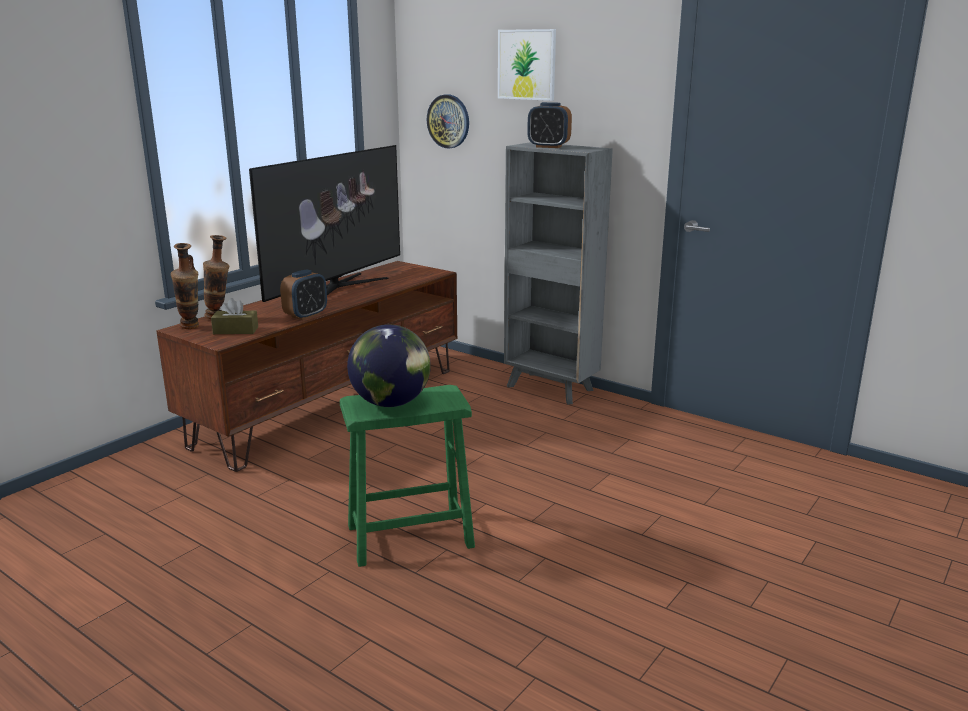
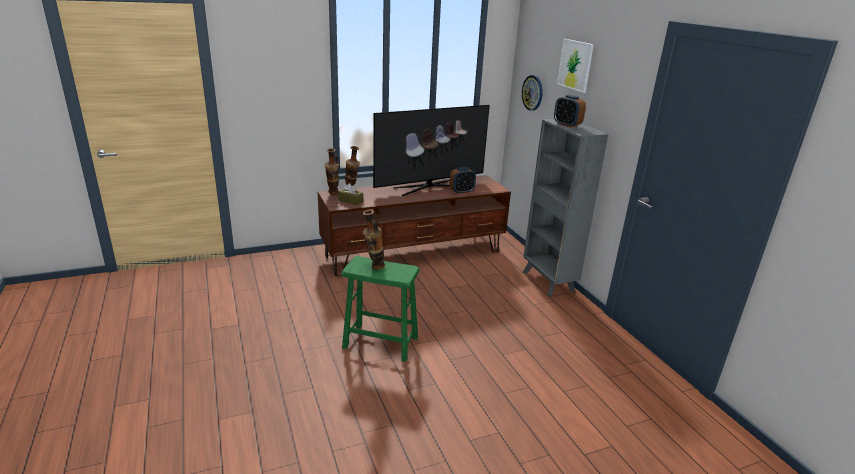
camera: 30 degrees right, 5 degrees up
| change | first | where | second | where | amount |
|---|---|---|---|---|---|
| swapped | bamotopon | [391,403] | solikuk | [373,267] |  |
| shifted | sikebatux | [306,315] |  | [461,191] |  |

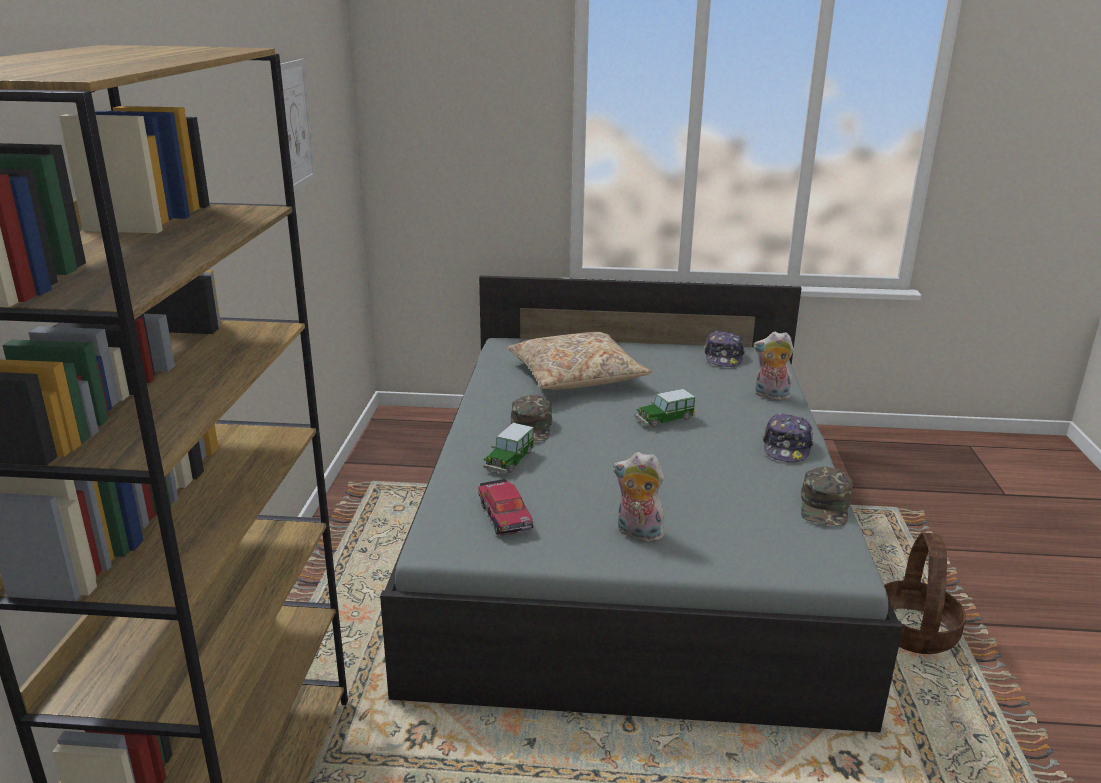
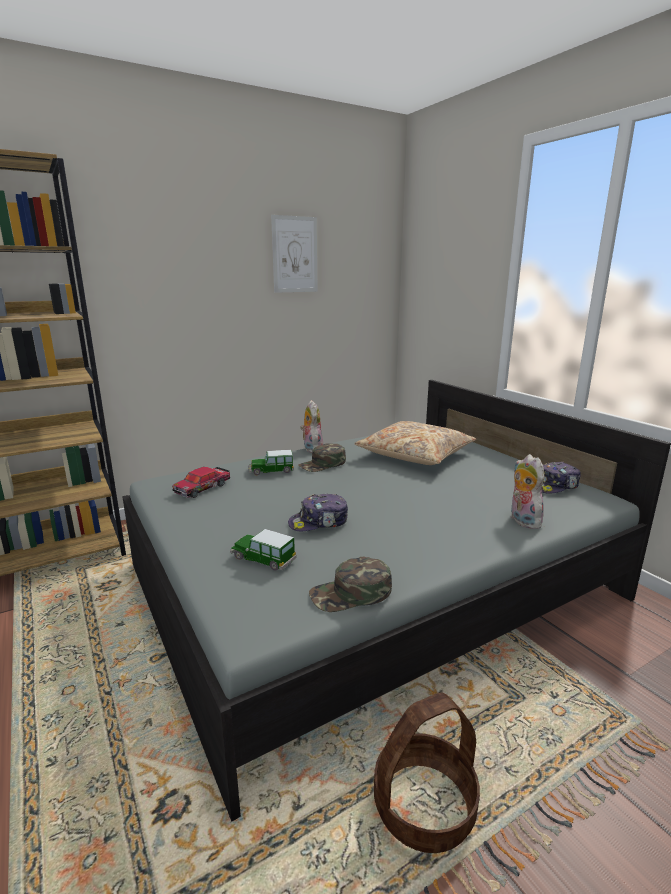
camera: 55 degrees right, 5 degrees down
| change | first | where | second | where | amount |
|---|---|---|---|---|---|
| shifted | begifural | [664,419] |  | [263,558] |  |
| shifted | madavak | [787,447] |  | [319,522] |  |
| shifted | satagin | [637,534] |  | [311,449] |  |

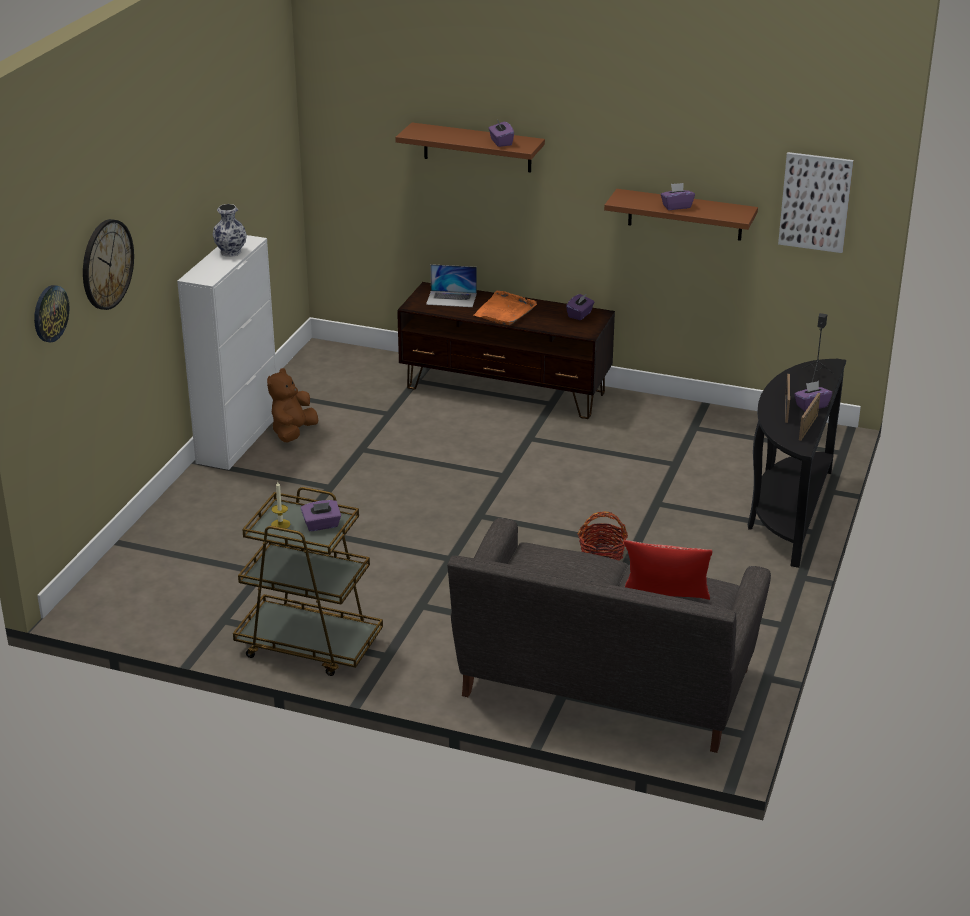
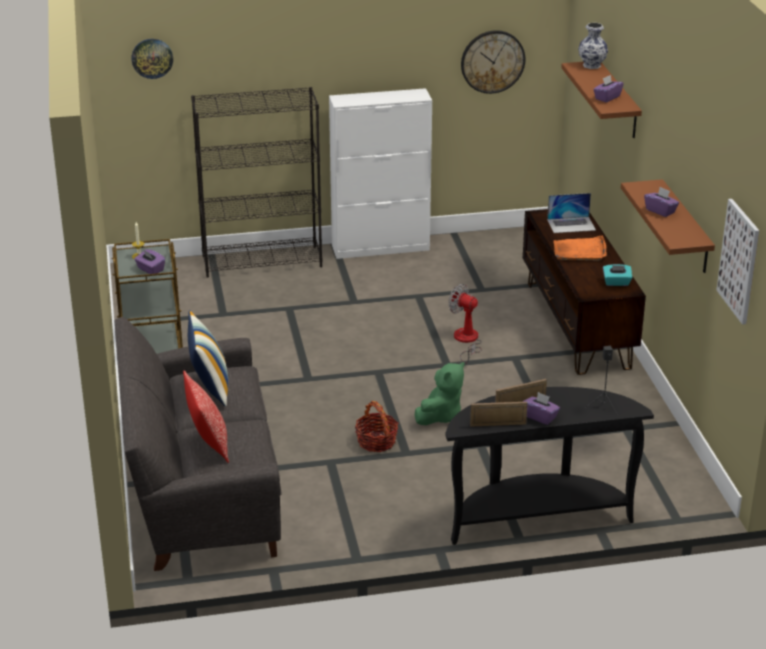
camera: 60 degrees right, 0 degrees up
| change | first | where | second | where | amount |
|---|---|---|---|---|---|
| new |  |  | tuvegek | [209,387] |  |
| new |  |  | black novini | [262,261] |  |
| new |  |  | green satagin | [440,416] |  |
| new |  |  | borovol | [466,341] |  |
| shifted | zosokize | [106,264] |  | [492,61] |  |
| rotated | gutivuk | [451,299] |  | [571,225] | 75 degrees counterclockwise |
| shifted | solikuk | [230,252] |  | [591,65] |  |
| repainted | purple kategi | [580,315] | turquoise kategi | [616,283] |  |
| gone | brown satagin | [293,433] |  |  |  |

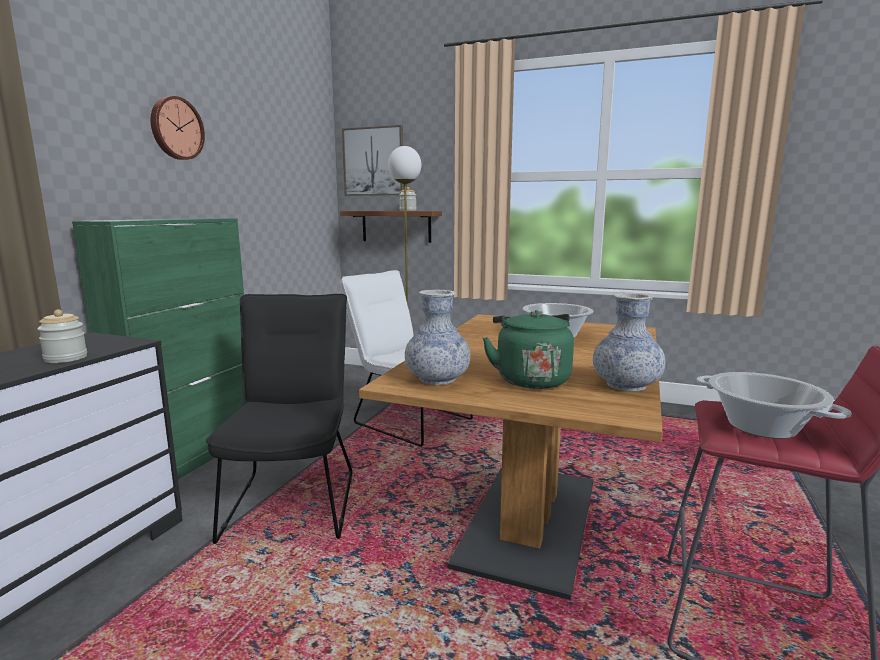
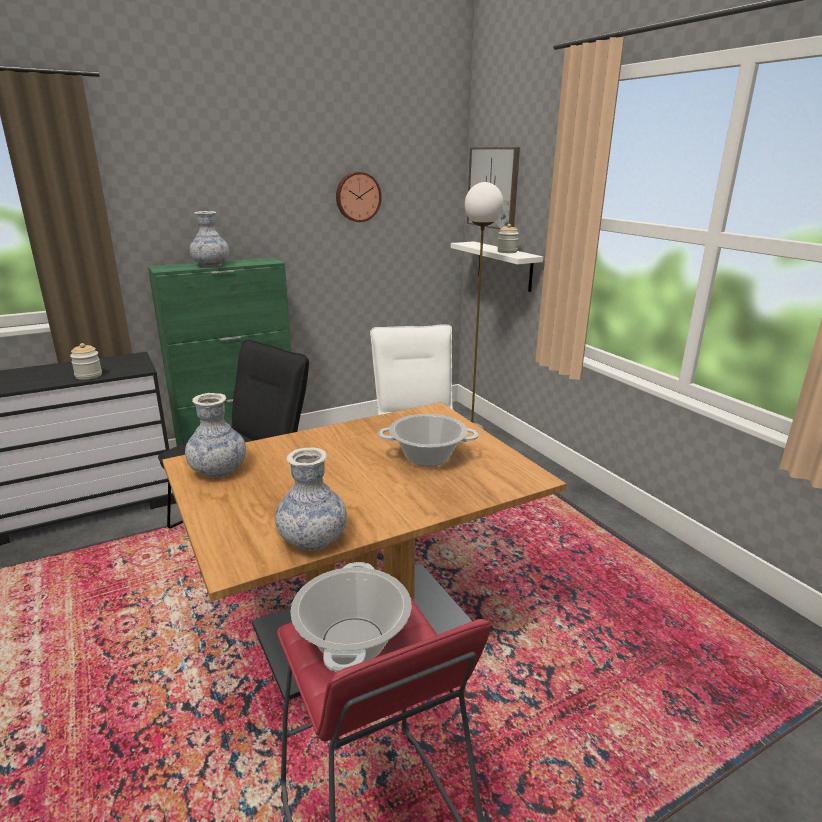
camera: 40 degrees right, 10 degrees up
| change | first | where | second | where | amount |
|---|---|---|---|---|---|
| new |  |  | solikuk | [211,265] |  |
| shifted | zosokize | [176,128] |  | [357,197] |  |
| repainted | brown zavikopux | [396,226] | white zavikopux | [504,266] |  |
| gone | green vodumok | [530,379] |  |  |  |

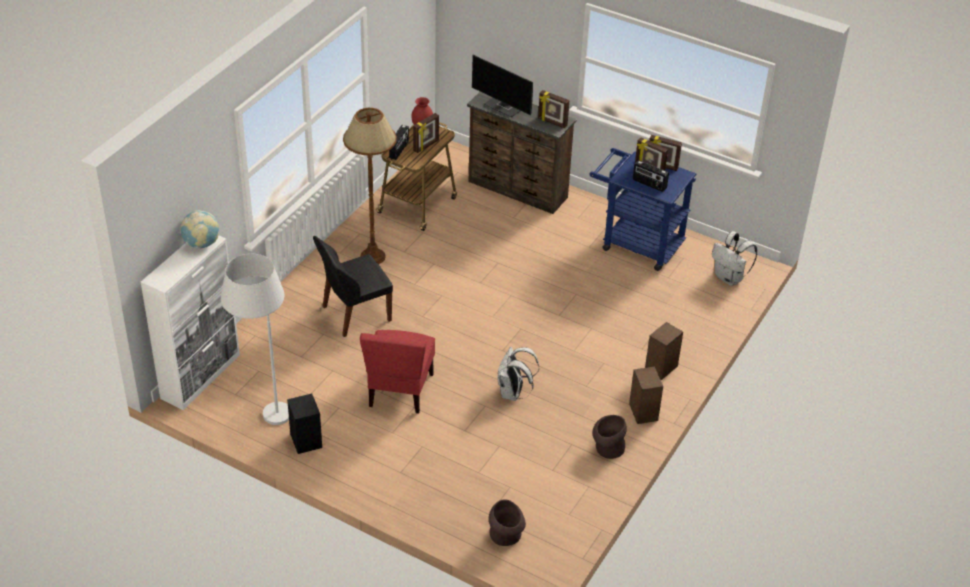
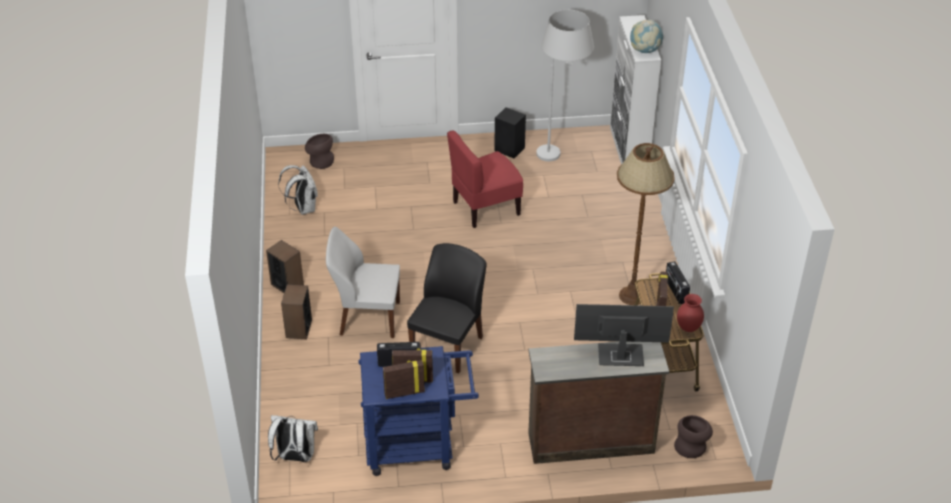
camera: 145 degrees right, 0 degrees up
| change | first | where | second | where | amount |
|---|---|---|---|---|---|
| shifted | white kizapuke | [513,393] |  | [303,208] |  |
| new |  |  | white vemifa | [367,318] |  |
| shifted | black vemifa | [354,314] |  | [448,345] |  |
| rotated | red vemifa | [399,390] |  | [485,208] | 90 degrees counterclockwise |
| shifted | brown solikuk | [607,449] |  | [691,446] |  |
| gone | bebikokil | [552,122] |  |  |  |

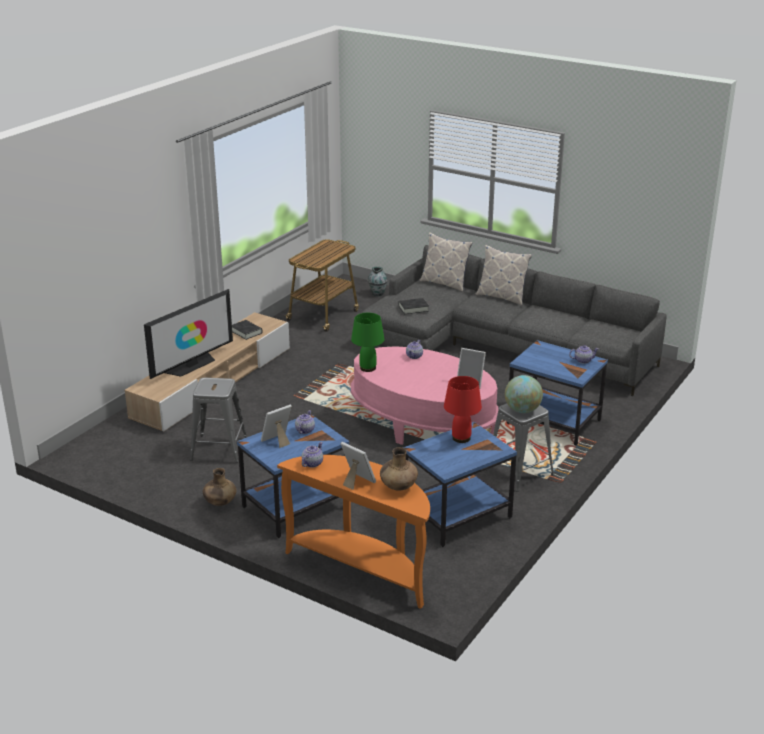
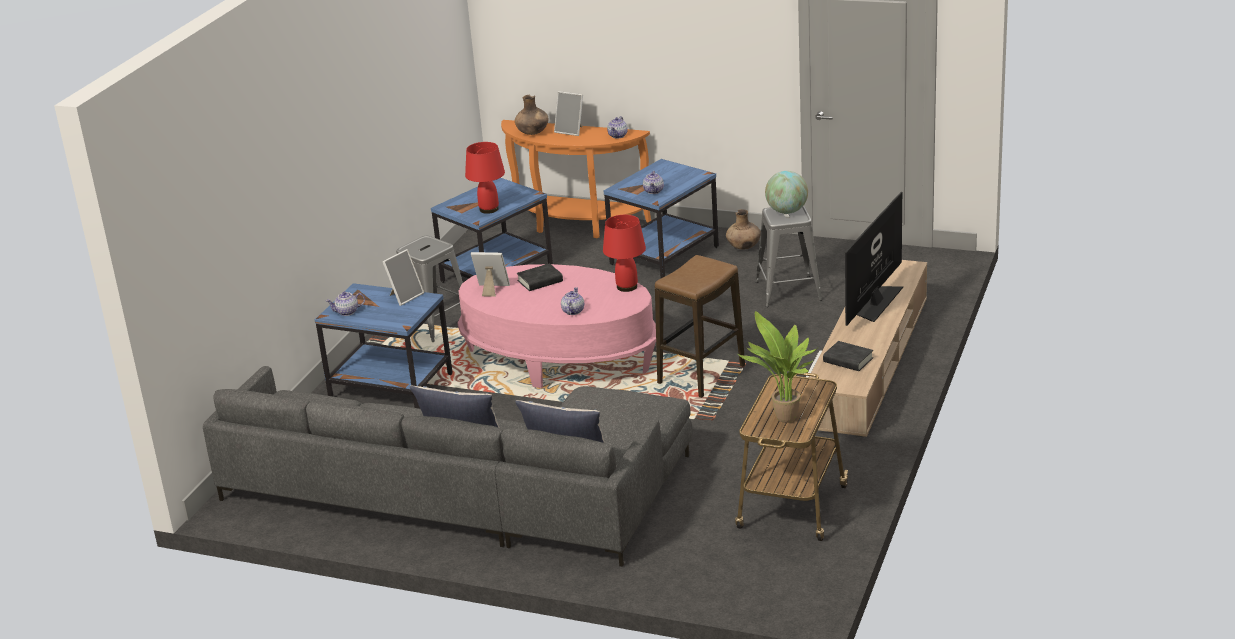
camera: 170 degrees right, 0 degrees up
| change | first | where | second | where | amount |
|---|---|---|---|---|---|
| shifted | bebikokil | [277,441] |  | [405,296] |  |
| shifted | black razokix | [413,308] |  | [540,281] |  |
| repainted | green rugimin | [368,368] | red rugimin | [626,287] |  |
| new |  |  | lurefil | [701,374] |  |
| new |  |  | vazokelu | [783,419] |  |
| shifted | bamotopon | [522,410] |  | [787,211] |  |
| gone | solikuk | [377,293] |  |  |  |

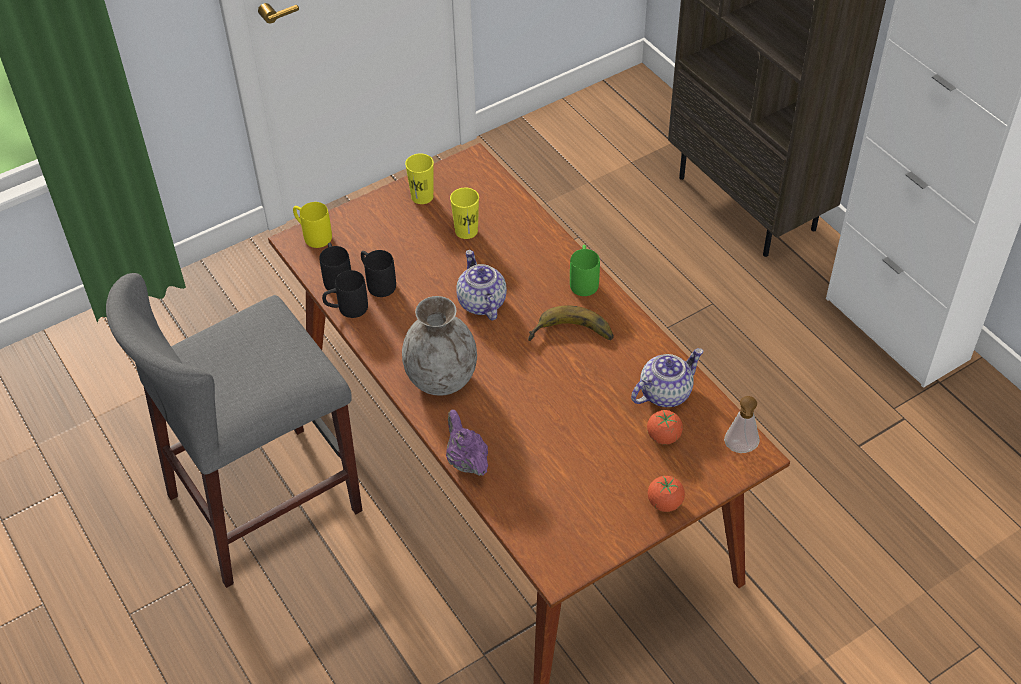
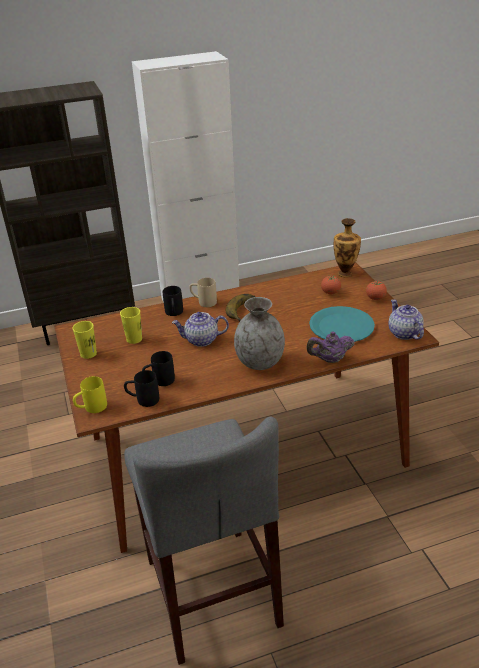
camera: 75 degrees left, 15 degrees down
| change | first | where | second | where | amount |
|---|---|---|---|---|---|
| shifted | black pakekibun | [346,309] |  | [174,313] |  |
| repainted | green pakekibun | [584,280] | beige pakekibun | [203,302] |  |
| new |  |  | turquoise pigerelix | [341,326] |  |
| swapped | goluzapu | [740,450] | solikuk | [345,273] |  |
| shifted | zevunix | [665,392] |  | [403,333] |  |

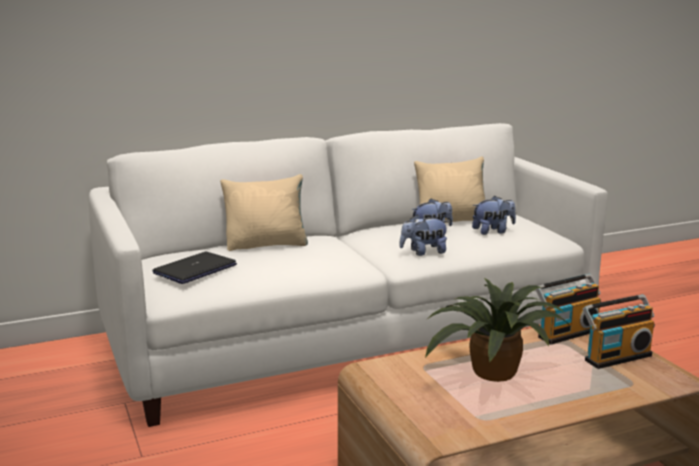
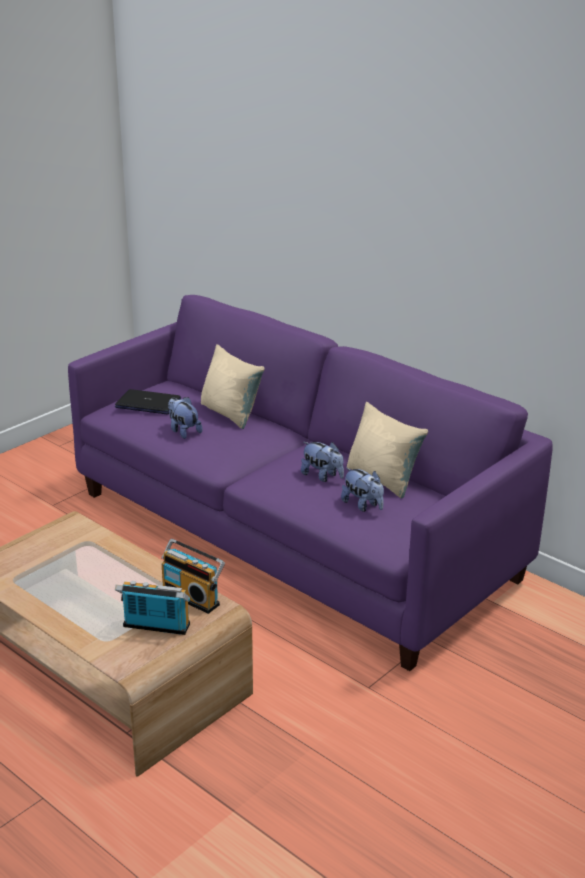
camera: 65 degrees right, 10 degrees up
| change | first | where | second | where | amount |
|---|---|---|---|---|---|
| repainted | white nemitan | [349,337] | purple nemitan | [293,534] |  |
| rotated | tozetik | [615,356] |  | [155,627] | 150 degrees clockwise |
| shifted | satagin | [423,252] |  | [183,431] |  |
| gone | vazokelu | [492,374] |  |  |  |

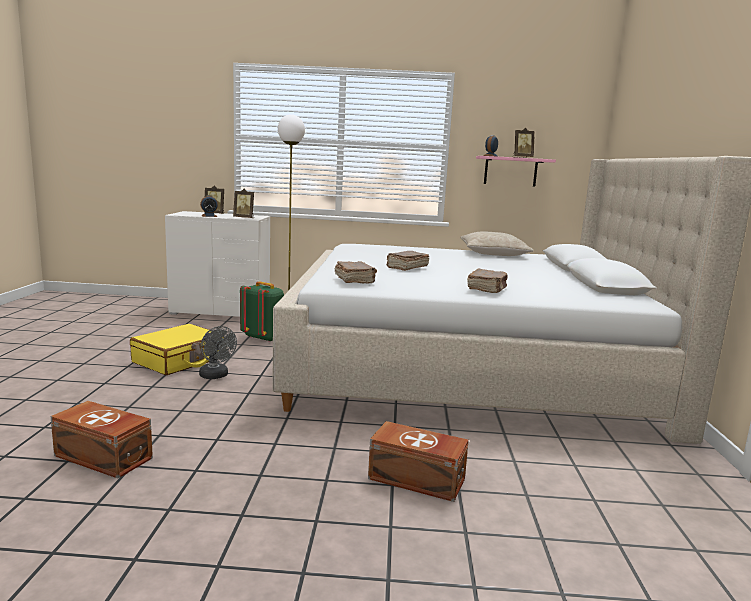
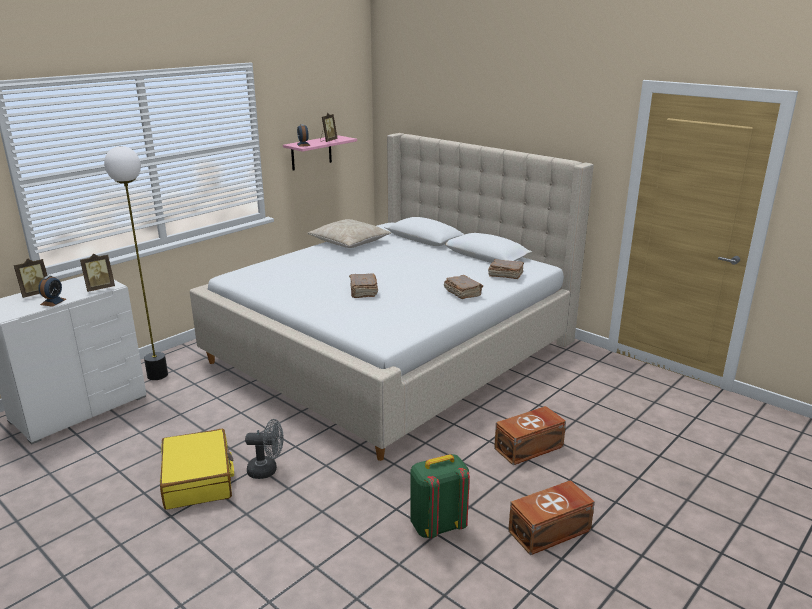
camera: 50 degrees left, 10 degrees up
| change | first | where | second | where | amount |
|---|---|---|---|---|---|
| shifted | green kizapuke | [264,338] |  | [437,526] |  |
| shifted | brown razokix | [354,281] |  | [505,275] |  |
| shifted | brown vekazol | [103,458] |  | [551,531] |  |

